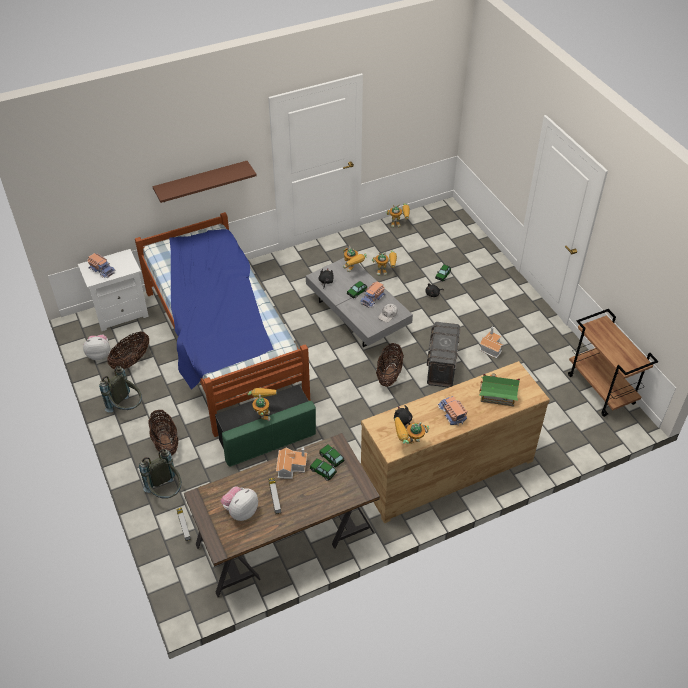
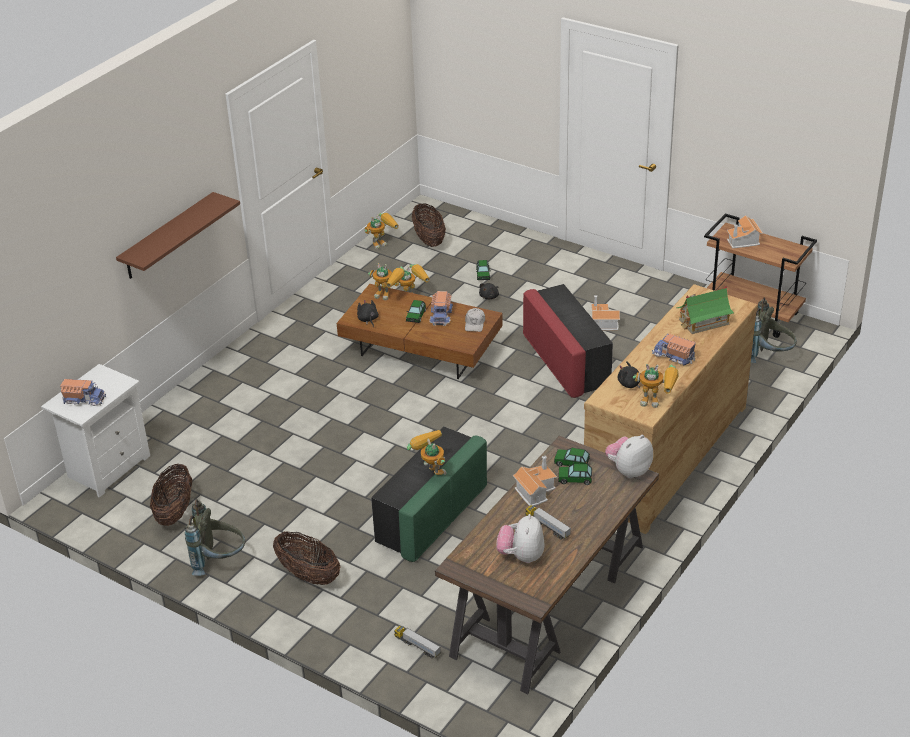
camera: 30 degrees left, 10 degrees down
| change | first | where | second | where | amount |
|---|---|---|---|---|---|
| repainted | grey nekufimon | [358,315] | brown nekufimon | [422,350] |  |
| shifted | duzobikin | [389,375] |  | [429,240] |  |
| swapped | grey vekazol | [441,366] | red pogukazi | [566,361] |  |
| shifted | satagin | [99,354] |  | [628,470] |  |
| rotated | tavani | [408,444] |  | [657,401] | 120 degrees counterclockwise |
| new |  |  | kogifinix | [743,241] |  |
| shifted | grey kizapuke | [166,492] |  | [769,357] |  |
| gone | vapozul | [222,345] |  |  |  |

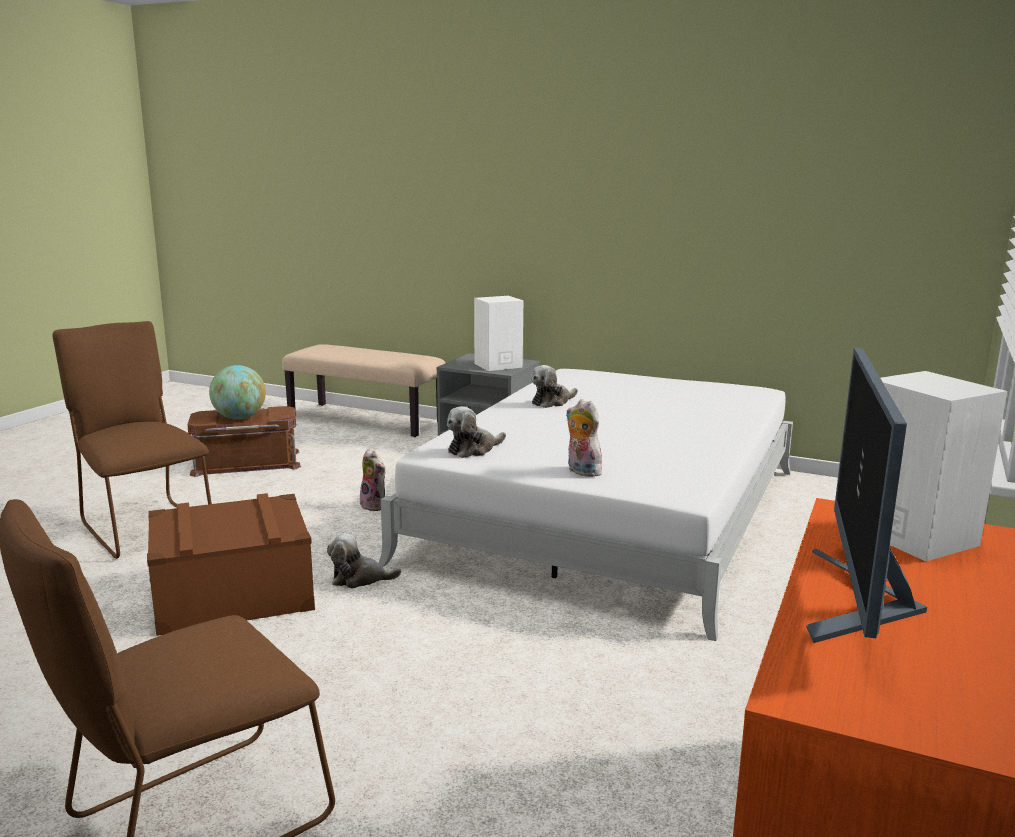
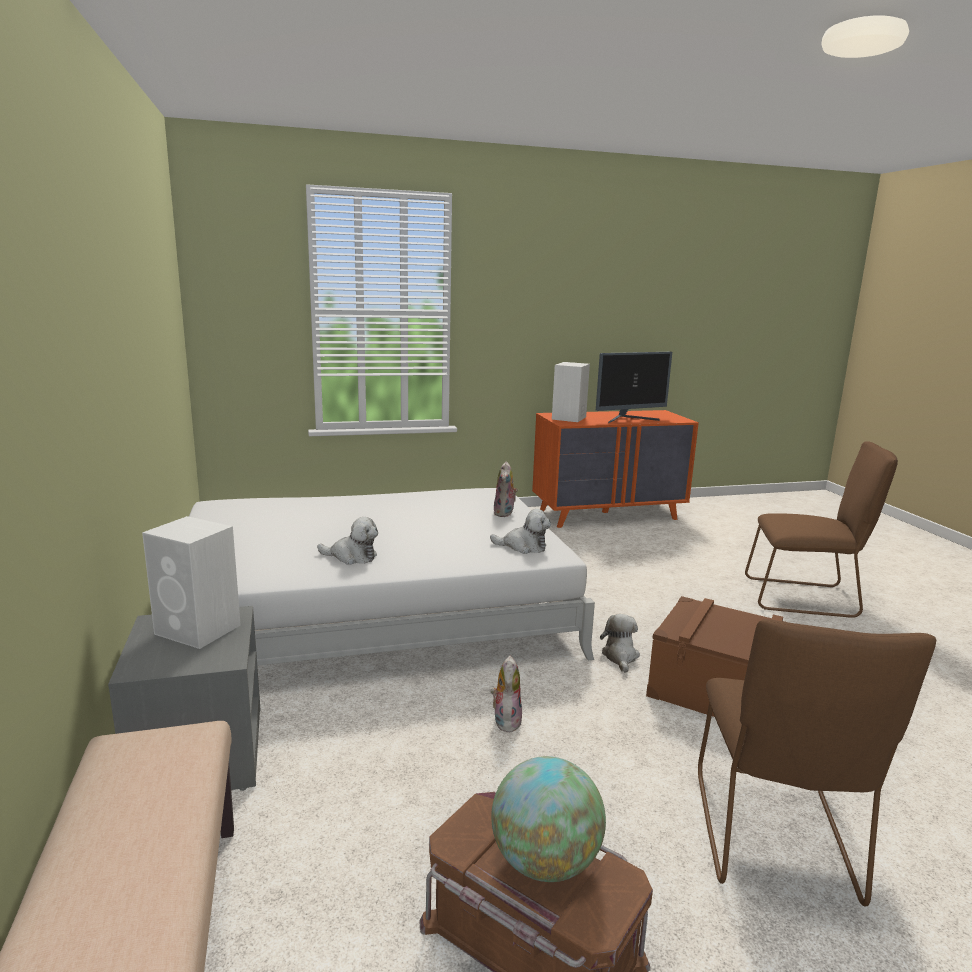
camera: 130 degrees left, 0 degrees up
| change | first | where | second | where | amount |
|---|---|---|---|---|---|
| rotated | satagin | [359,578] |  | [620,656] | 135 degrees counterclockwise |

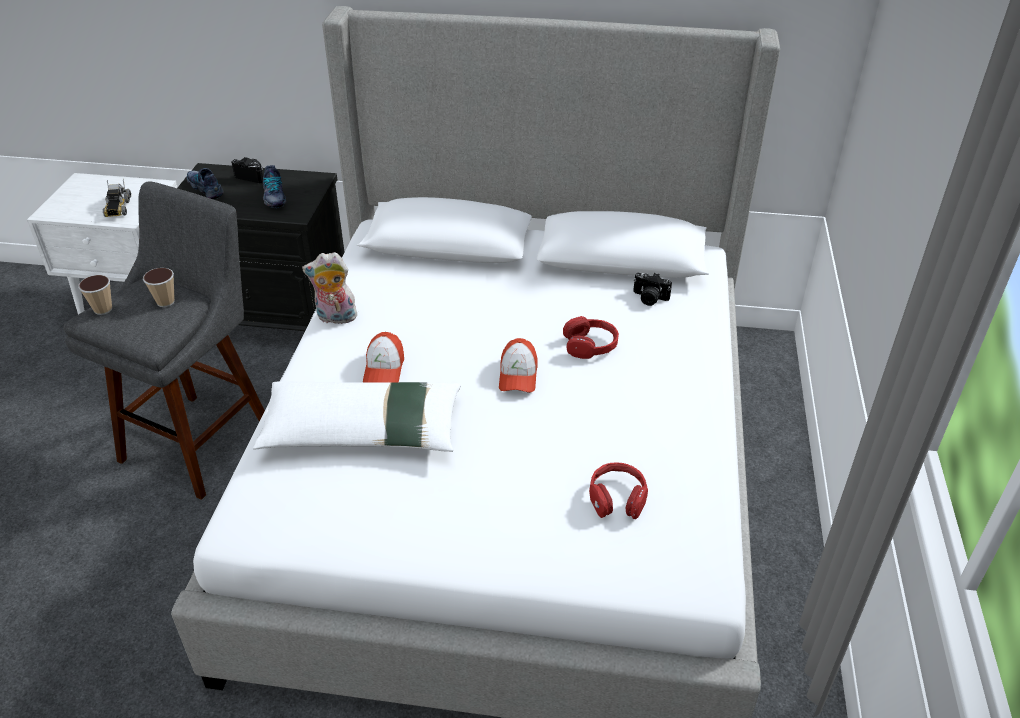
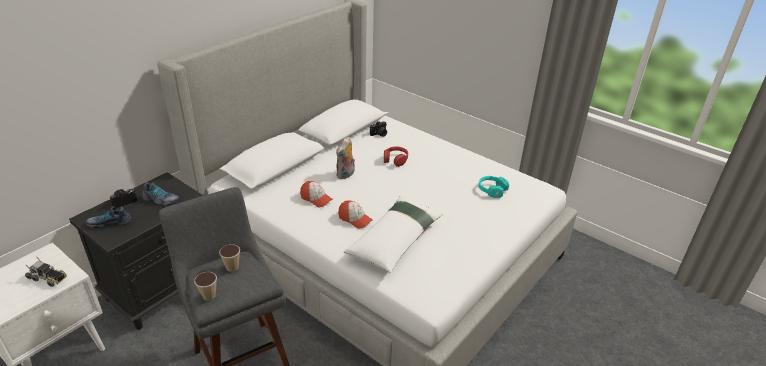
camera: 60 degrees left, 5 degrees down
| change | first | where | second | where | amount |
|---|---|---|---|---|---|
| shifted | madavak | [518,375] |  | [316,199] |  |
| shifted | satagin | [335,318] |  | [346,175] |  |
| repainted | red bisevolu | [617,498] | turquoise bisevolu | [492,190] |  |

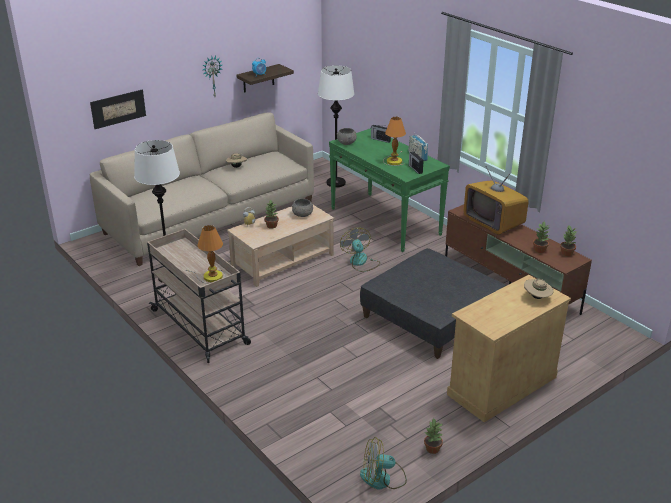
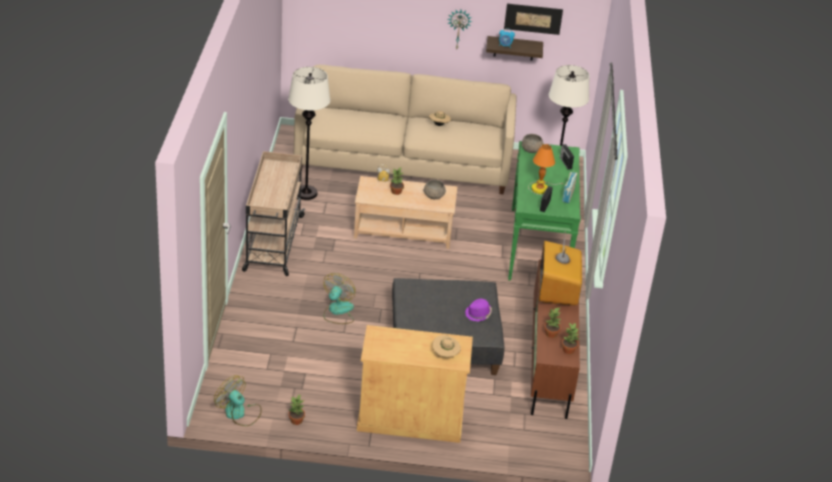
camera: 40 degrees right, 5 degrees up
| change | first | where | second | where | amount |
|---|---|---|---|---|---|
| shifted | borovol | [360,262] |  | [338,311] |  |
| new |  |  | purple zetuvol | [478,314] |  |
| shifted | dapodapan | [118,109] |  | [533,18] |  |
| gone | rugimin | [210,277] |  |  |  |

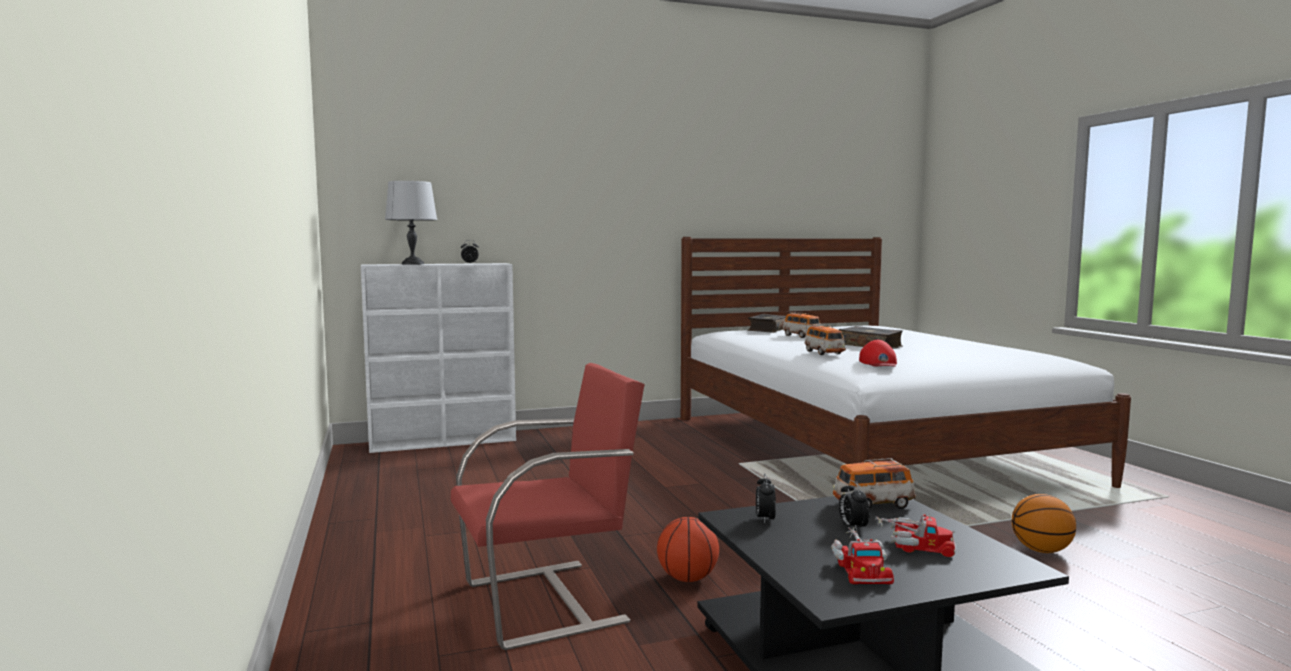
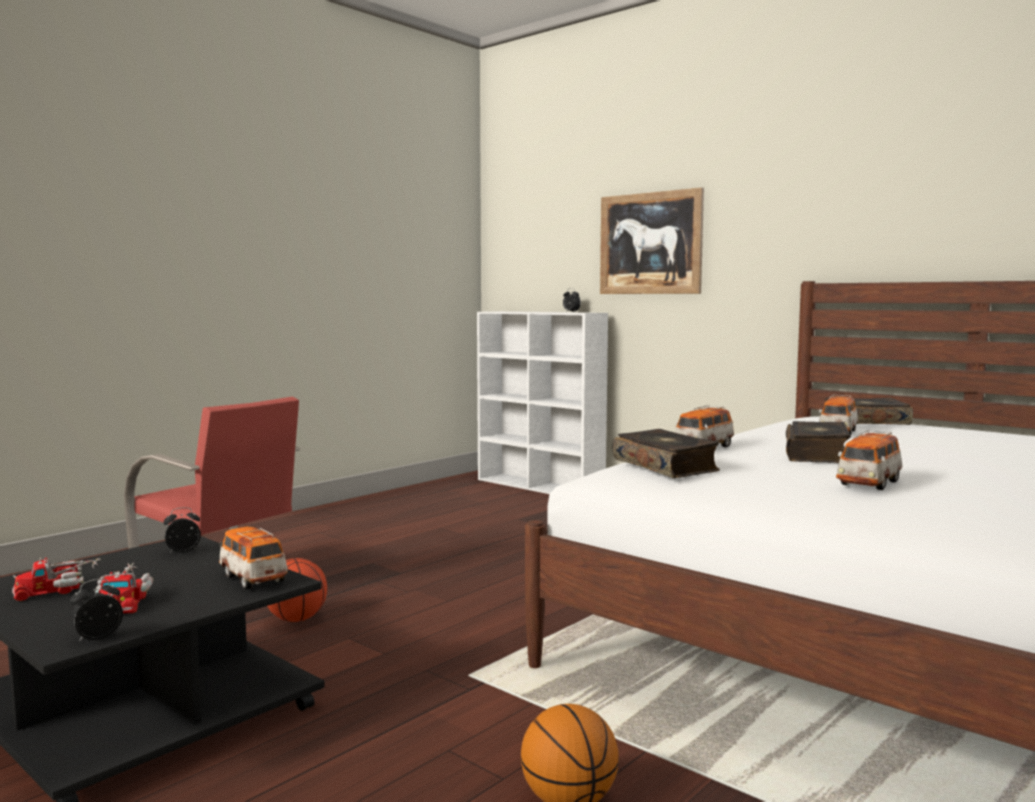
camera: 60 degrees right, 0 degrees up
| change | first | where | second | where | amount |
|---|---|---|---|---|---|
| shifted | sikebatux | [852,527] |  | [98,637] |  |
| new |  |  | dapodapan | [650,243] |  |
| swapped | red madavak | [878,363] | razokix | [666,466] |  |
| new |  |  | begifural | [869,484] |  |
| gone | grey rugimin | [412,264] |  |  |  |

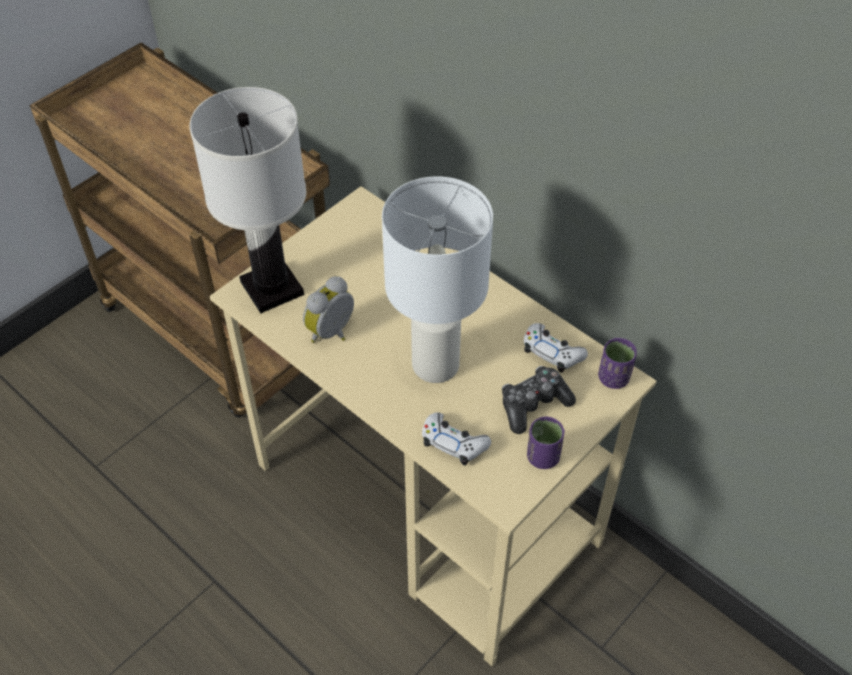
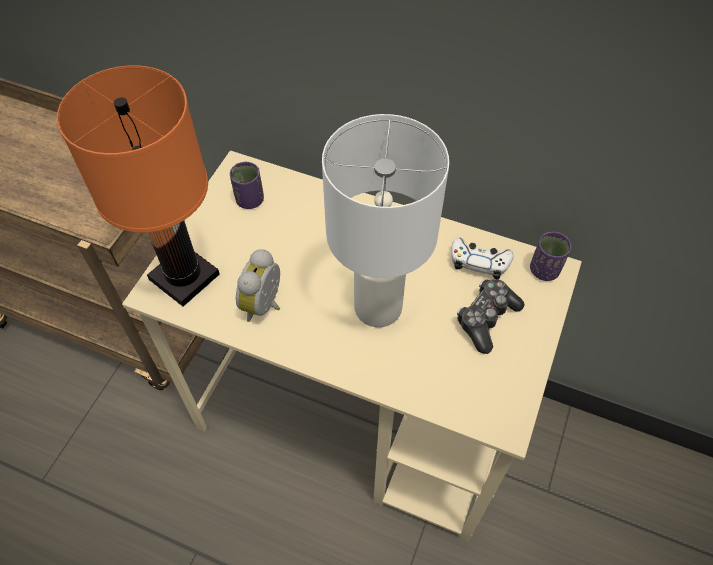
camera: 20 degrees left, 5 degrees up
| change | first | where | second | where | amount |
|---|---|---|---|---|---|
| repainted | white rugimin | [273,288] | orange rugimin | [185,277] |  |
| shifted | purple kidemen | [542,457] |  | [250,200] |  |
| gone | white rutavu | [454,443] |  |  |  |

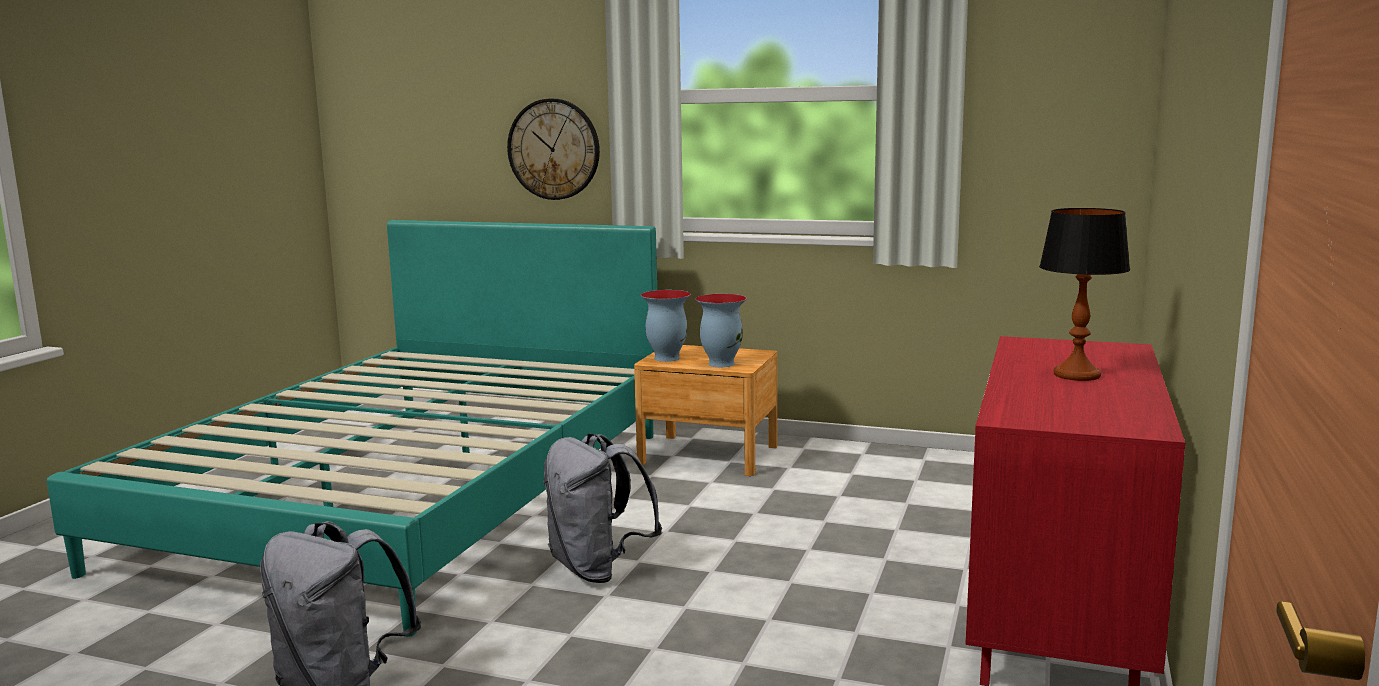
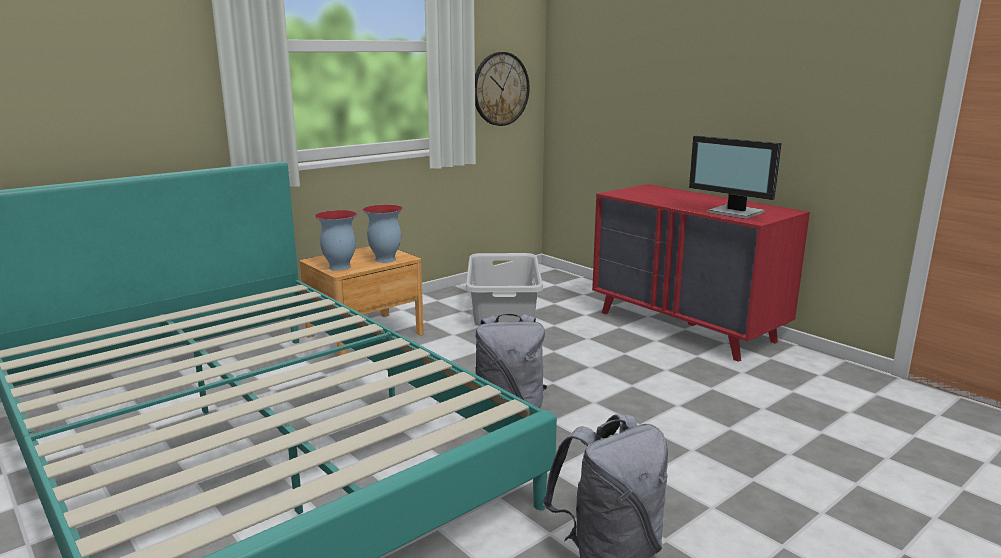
camera: 60 degrees left, 5 degrees up
| change | first | where | second | where | amount |
|---|---|---|---|---|---|
| new |  |  | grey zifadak | [504,310] |  |
| shifted | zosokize | [554,149] |  | [500,89] |  |
| new |  |  | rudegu | [735,213] |  |
| gone | rugimin | [1076,375] |  |  |  |

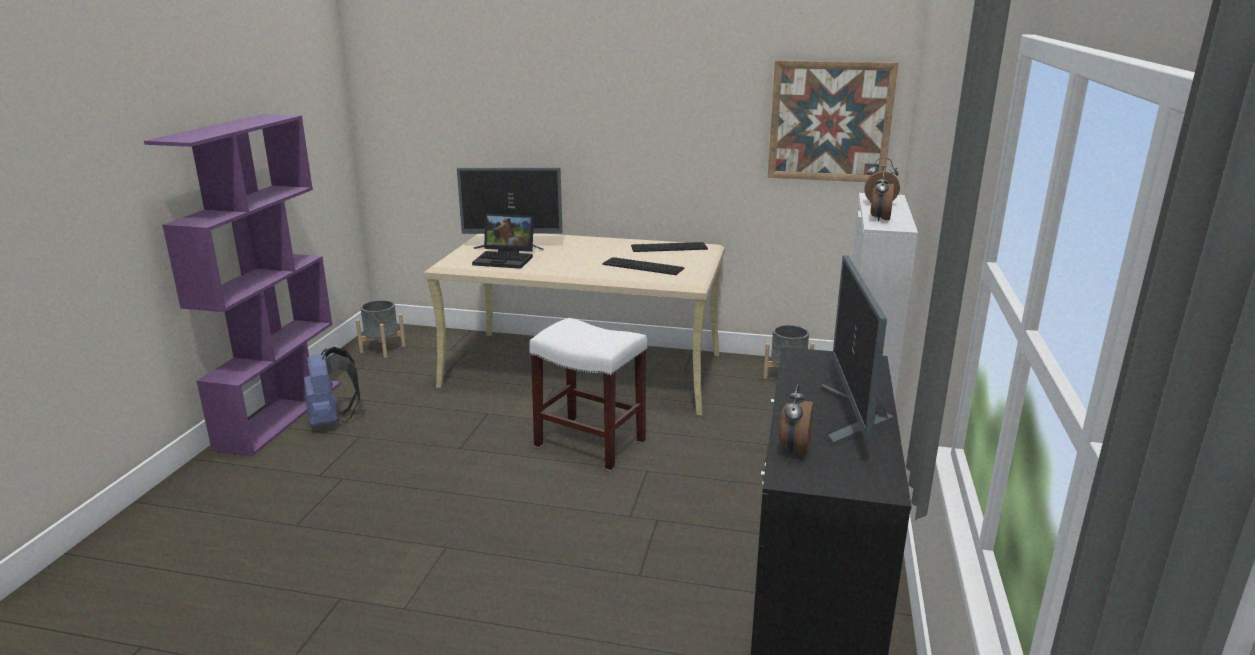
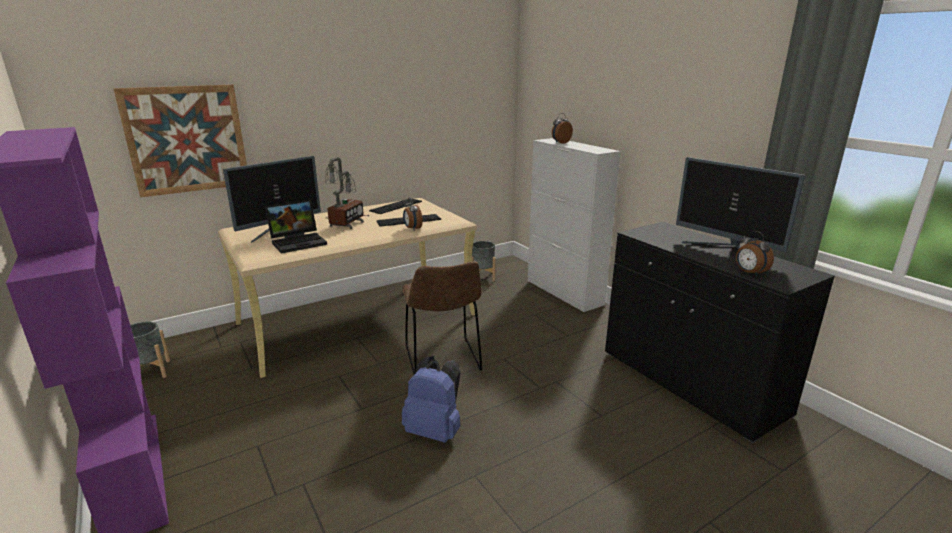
camera: 45 degrees left, 0 degrees up
| change | first | where | second | where | amount |
|---|---|---|---|---|---|
| shifted | dapodapan | [830,121] |  | [187,139] |  |
| new |  |  | rugimin | [346,222] |  |
| swapped | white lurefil | [588,443] | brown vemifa | [443,360] |  |
| shifted | blue kizapuke | [331,421] |  | [435,431] |  |
| shifted | sikebatux | [879,219] |  | [412,228] |  |

